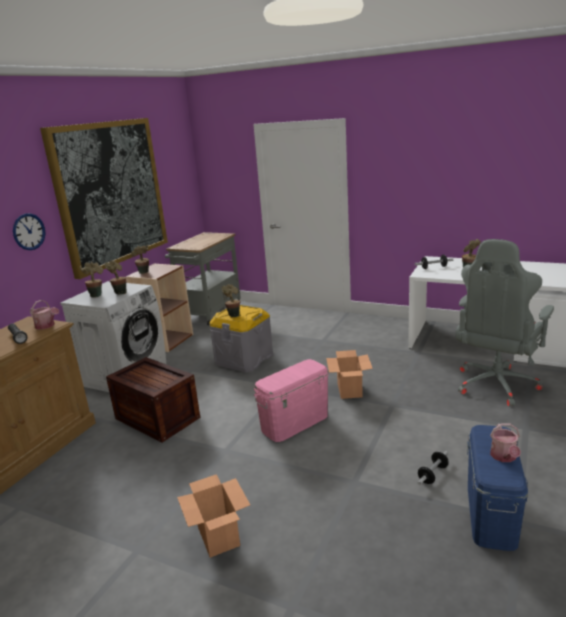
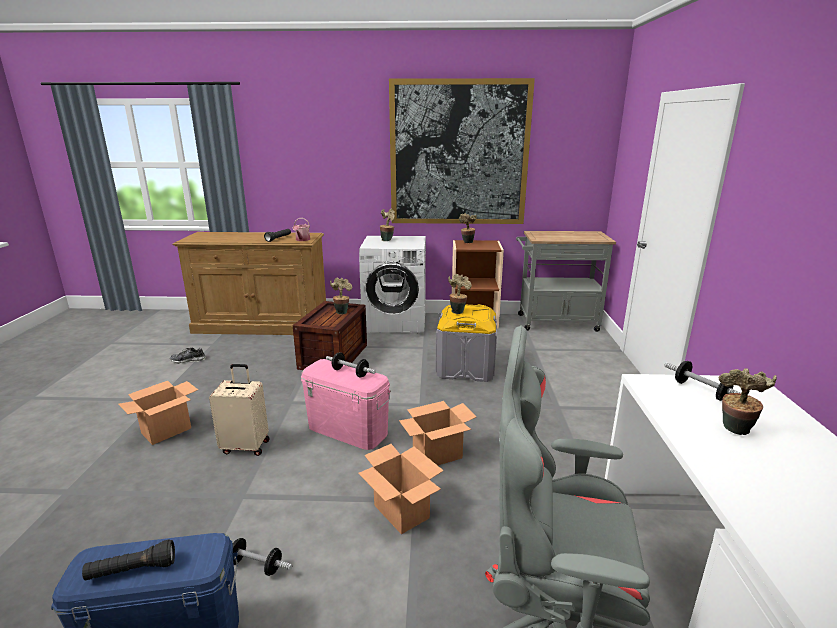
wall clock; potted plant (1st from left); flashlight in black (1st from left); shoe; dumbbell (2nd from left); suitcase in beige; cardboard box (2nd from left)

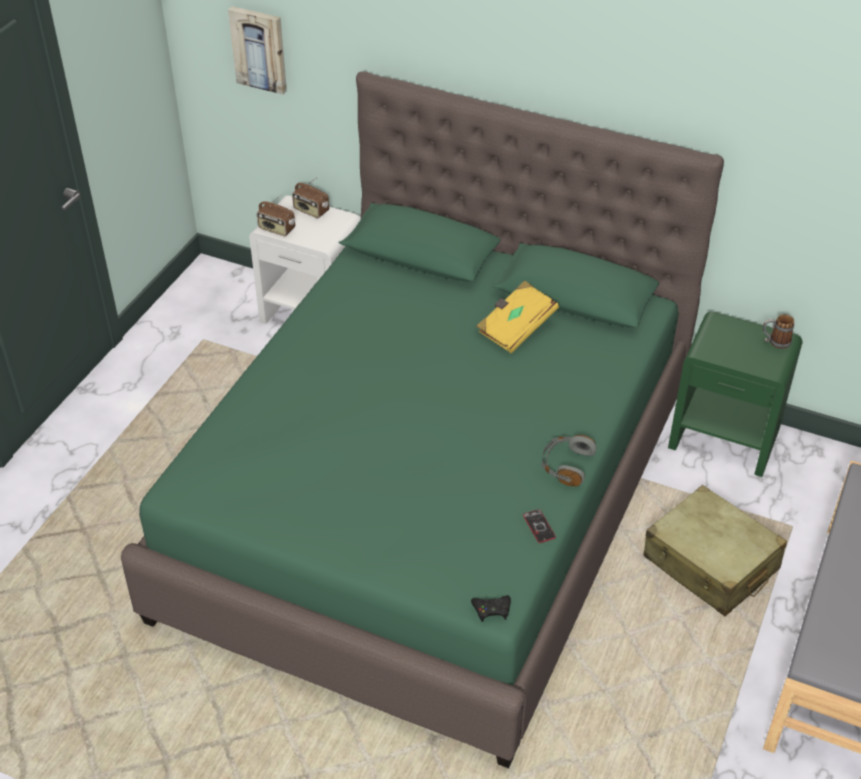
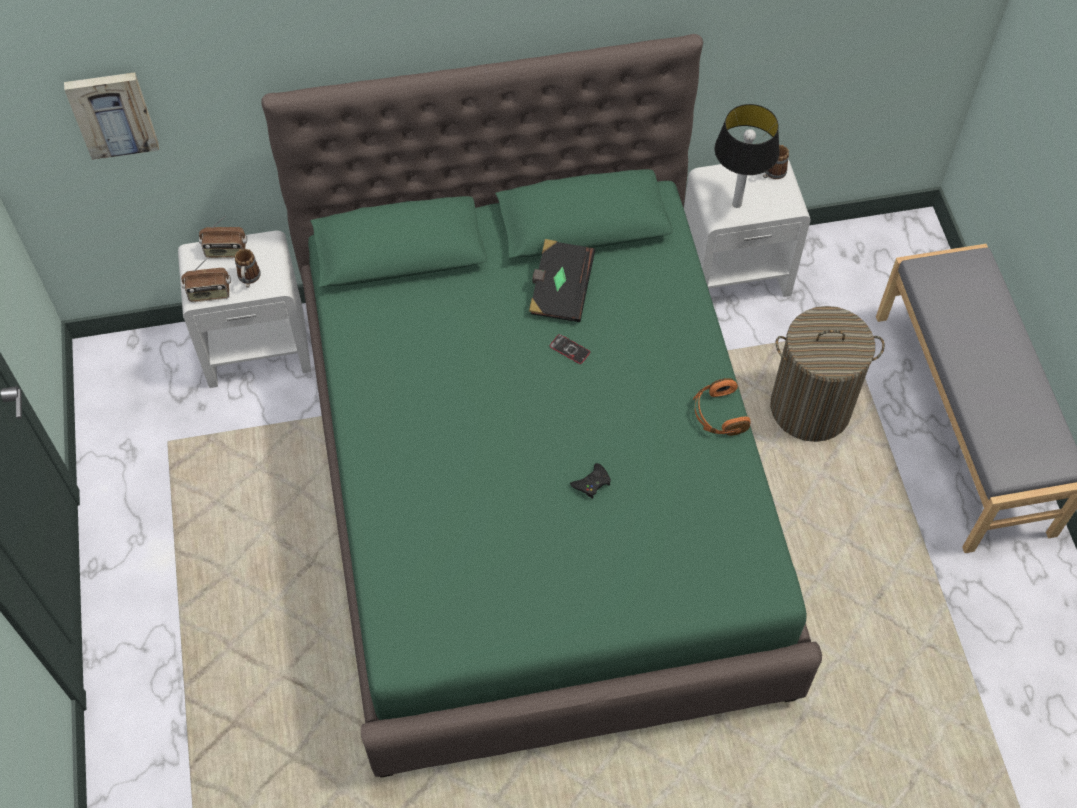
book in black; nightstand in white (2nd from left); headphones in orange; laundry basket; phone; game controller in black; table lamp; mug (1st from left)

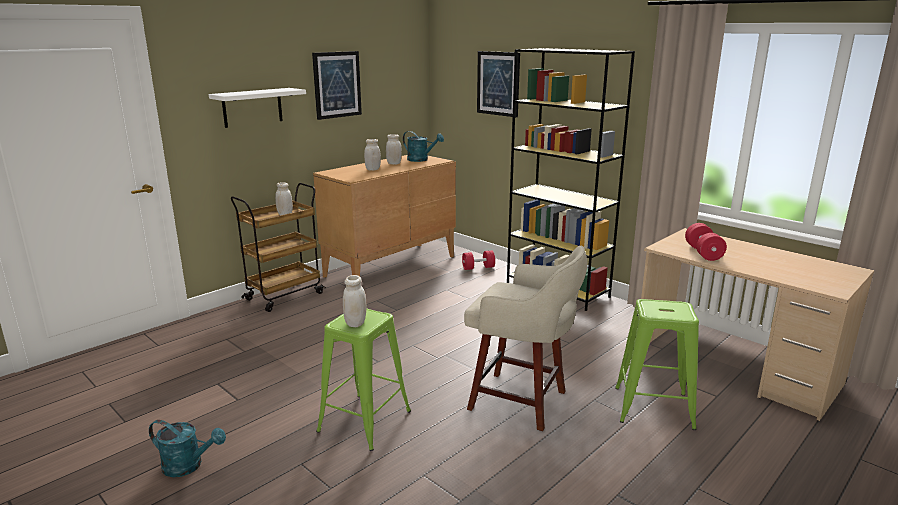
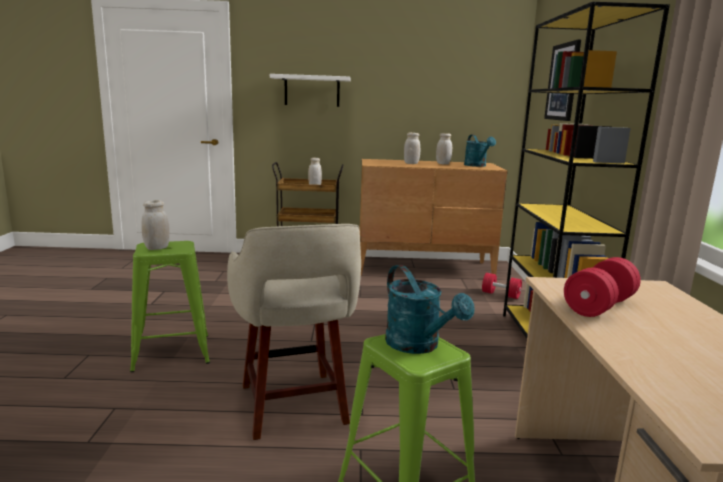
picture (1st from left in the first image); watering can in turquoise (1st from left)

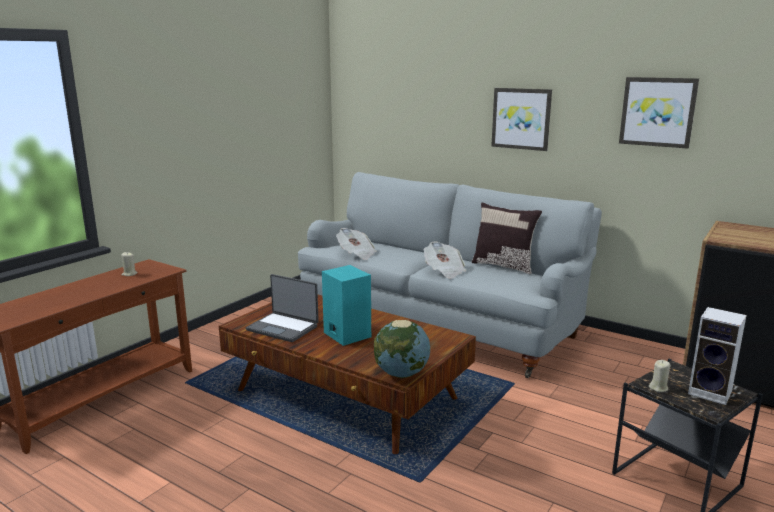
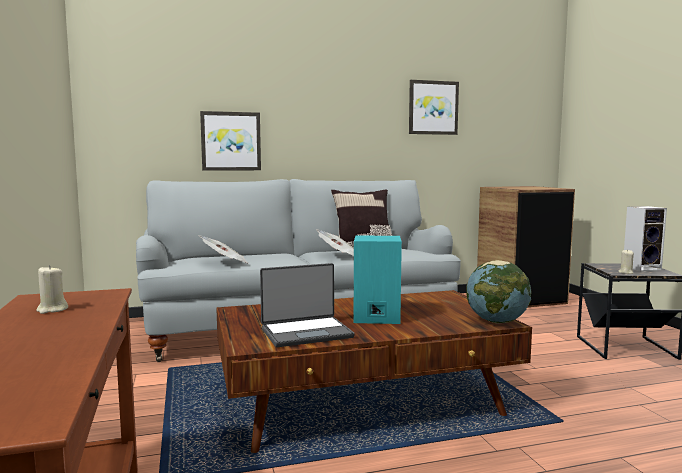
picture (1st from left)

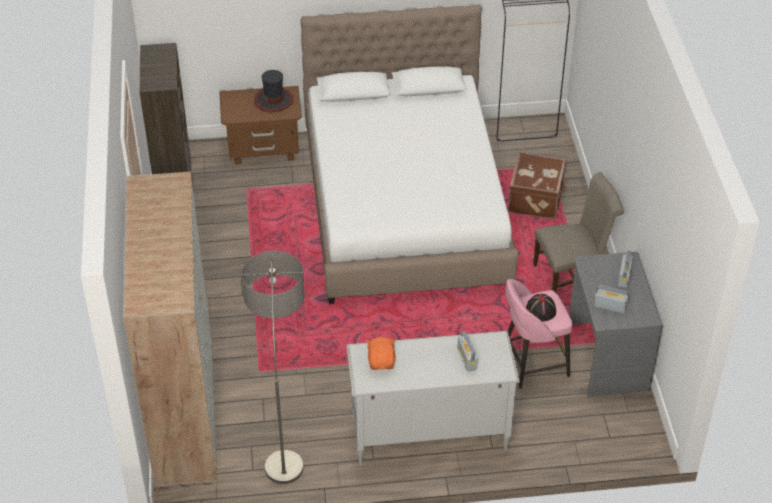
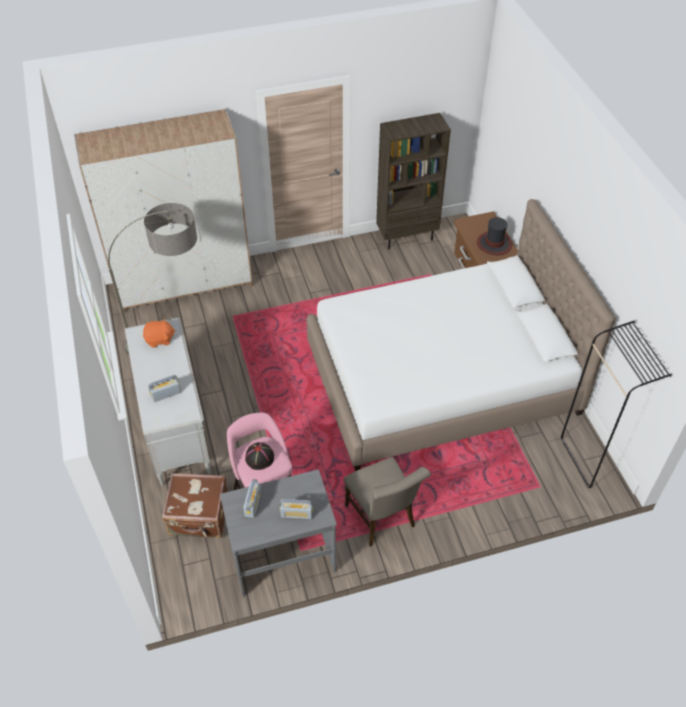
suitcase in brown

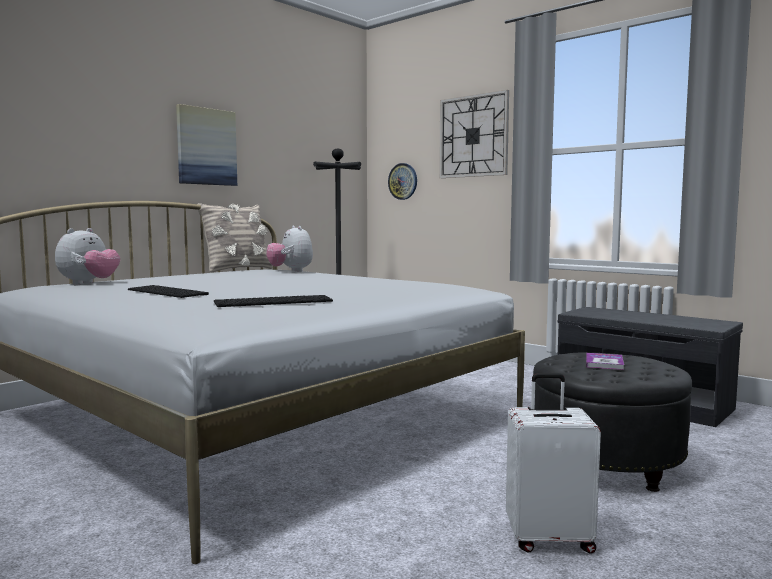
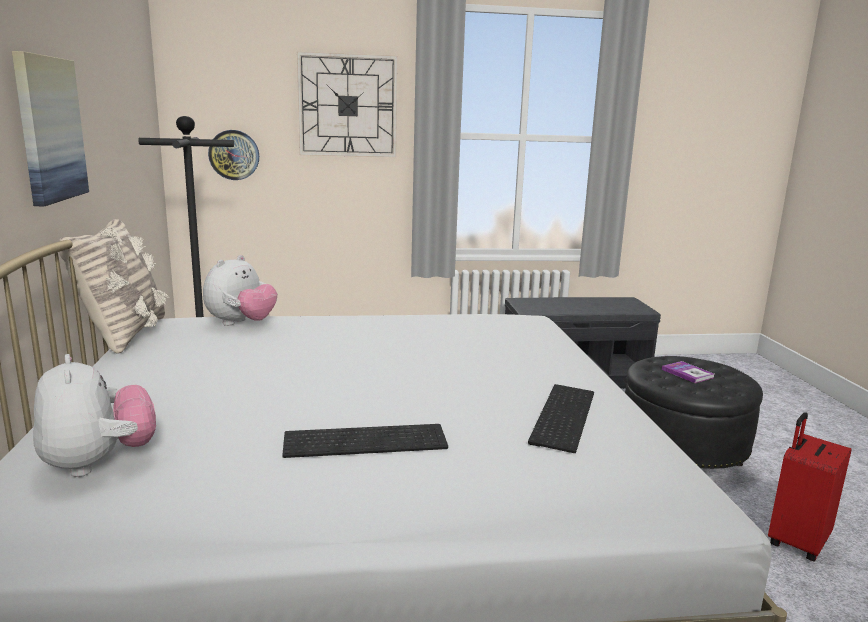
plush toy (2nd from left); suitcase in red

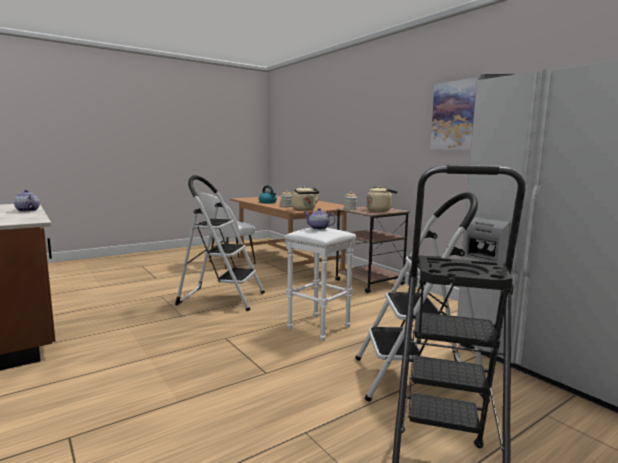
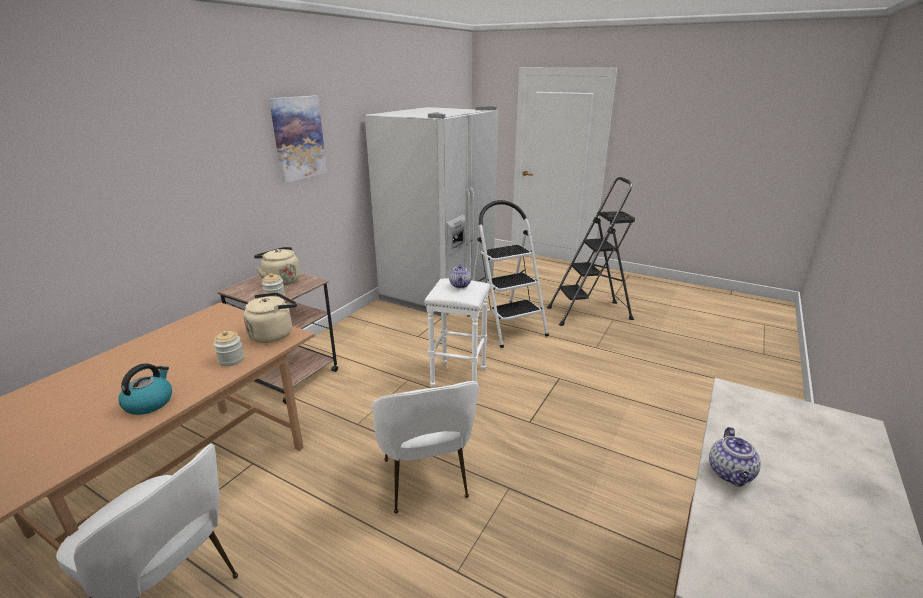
chair in white (2nd from left)

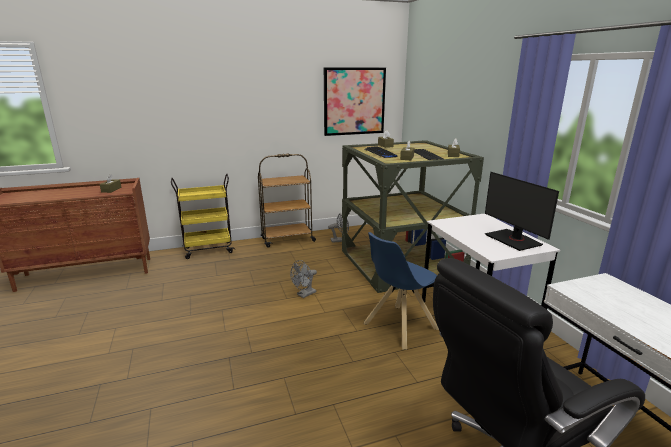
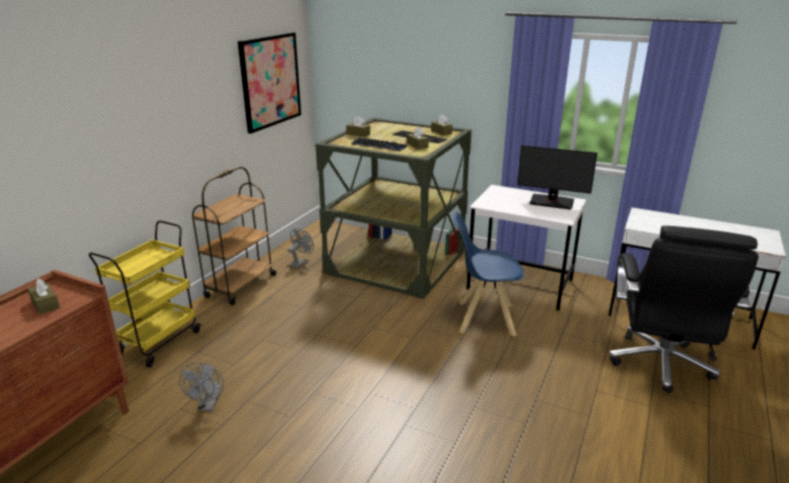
chair in blue; fan in grey (1st from left)

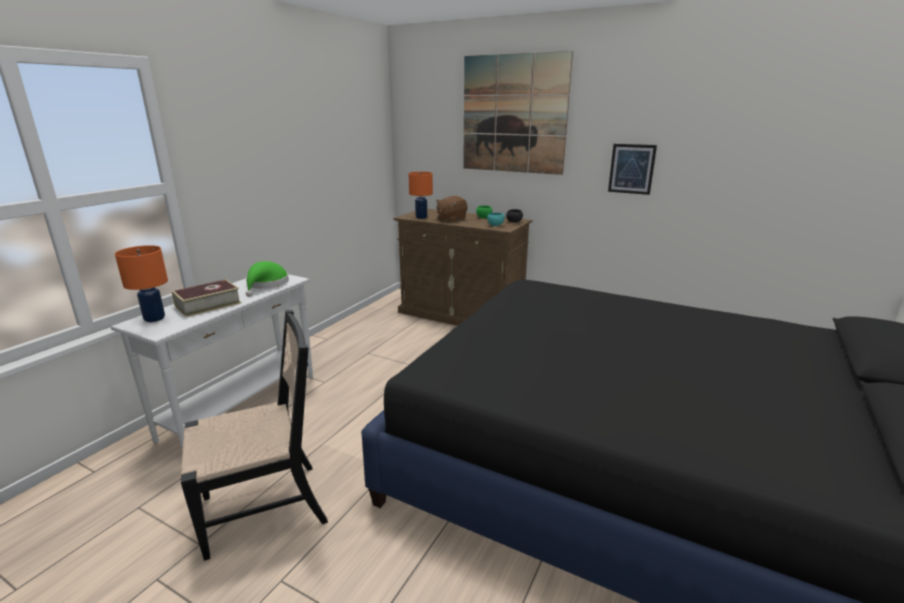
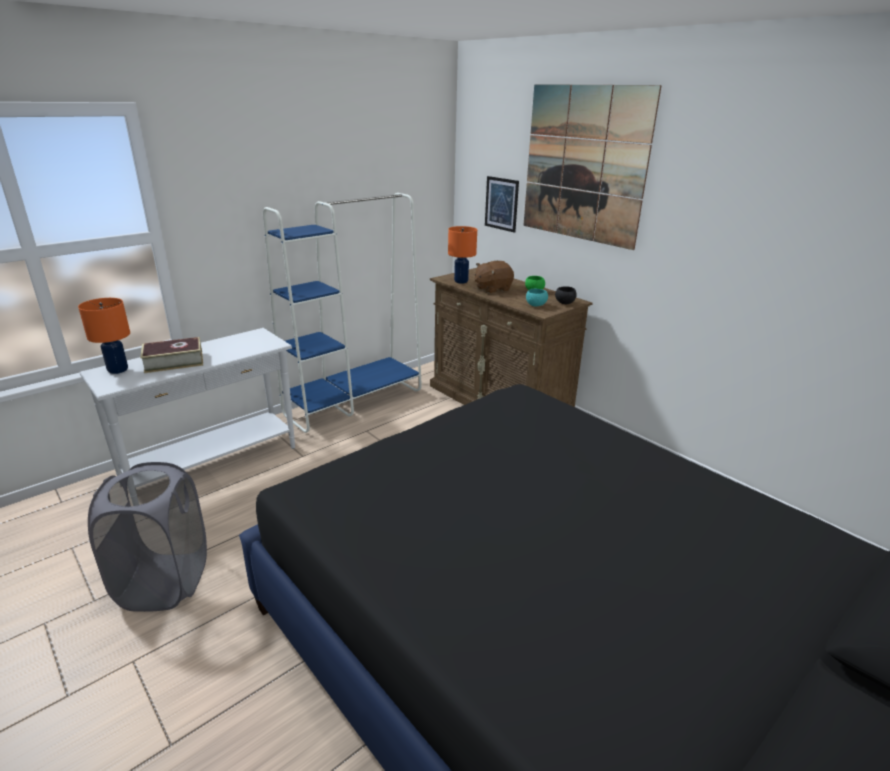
picture (1st from left); hat in green; laundry basket in grey; clothes rack in blue

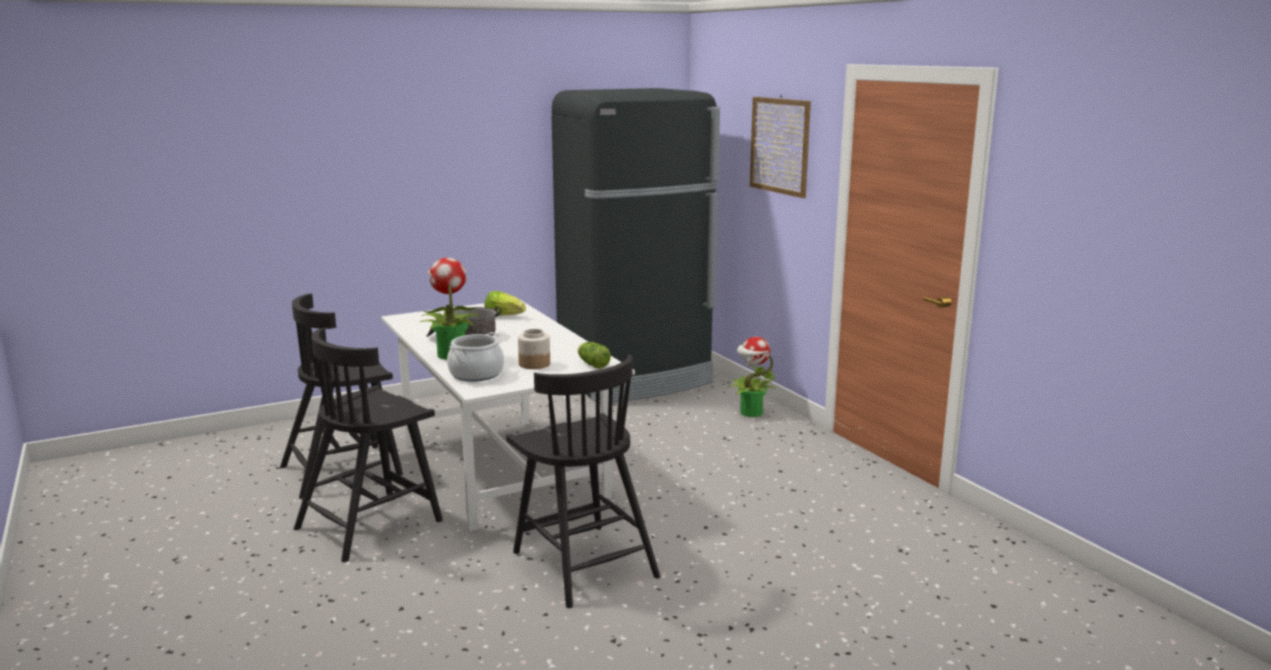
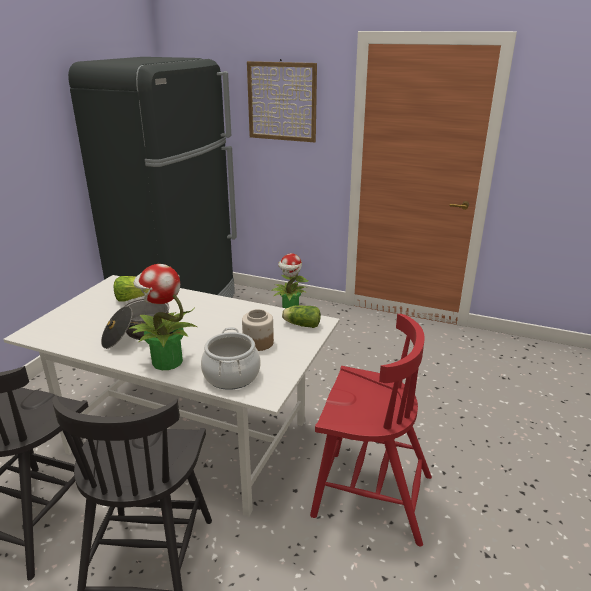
chair in red

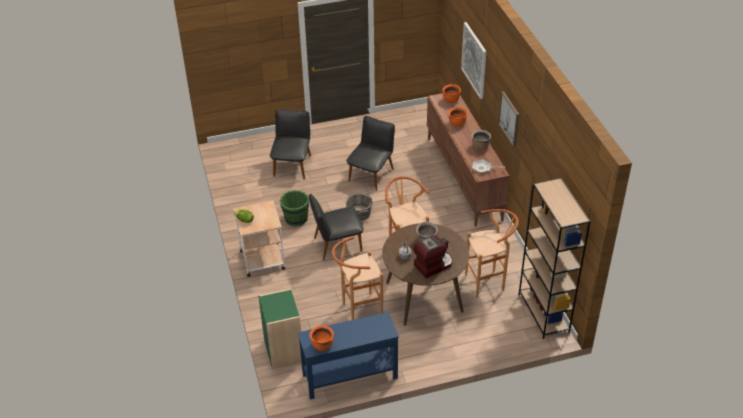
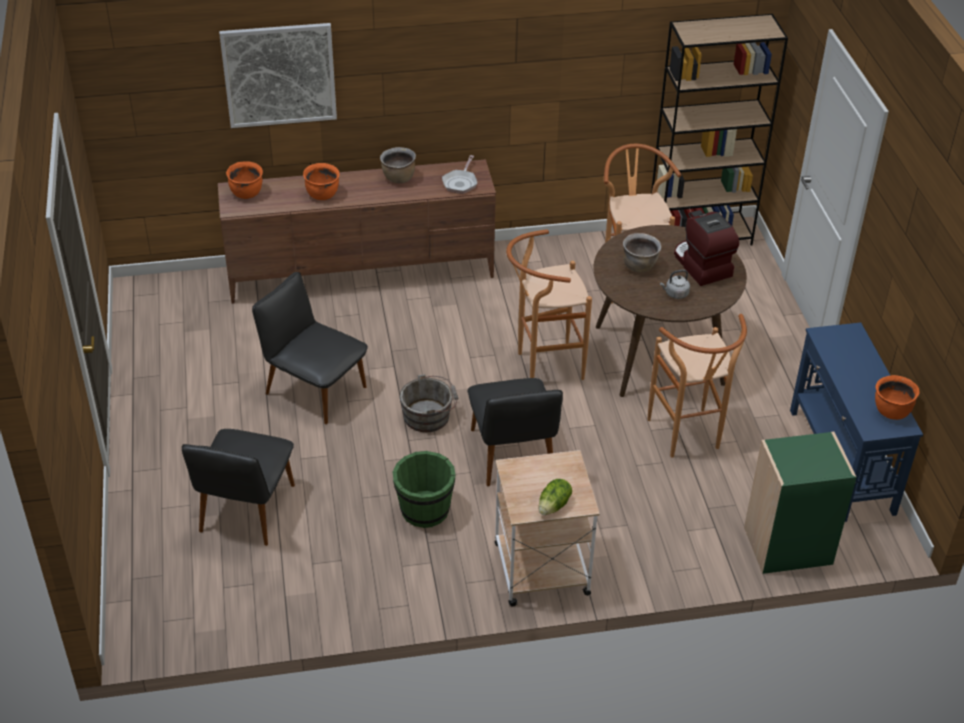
picture (2nd from left in the first image); chair in black (1st from left)

